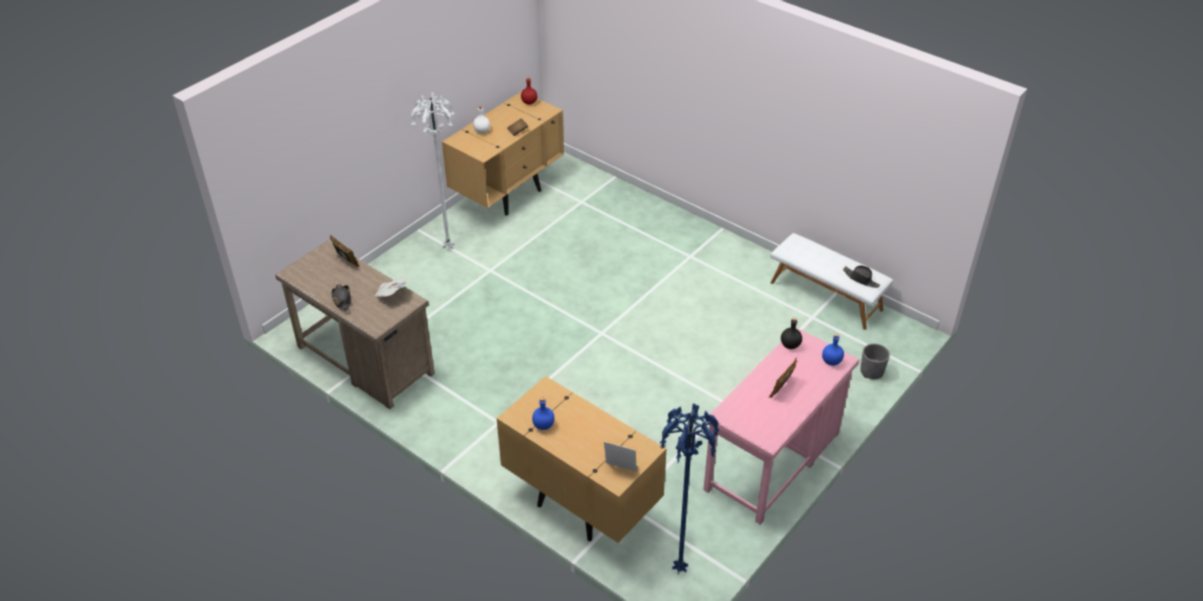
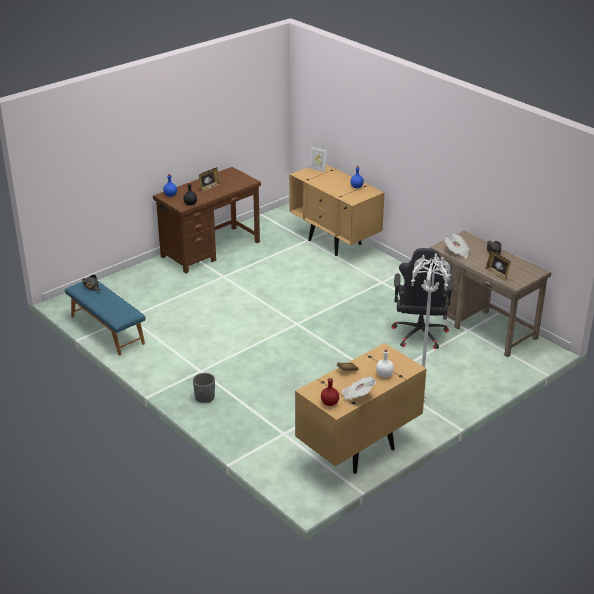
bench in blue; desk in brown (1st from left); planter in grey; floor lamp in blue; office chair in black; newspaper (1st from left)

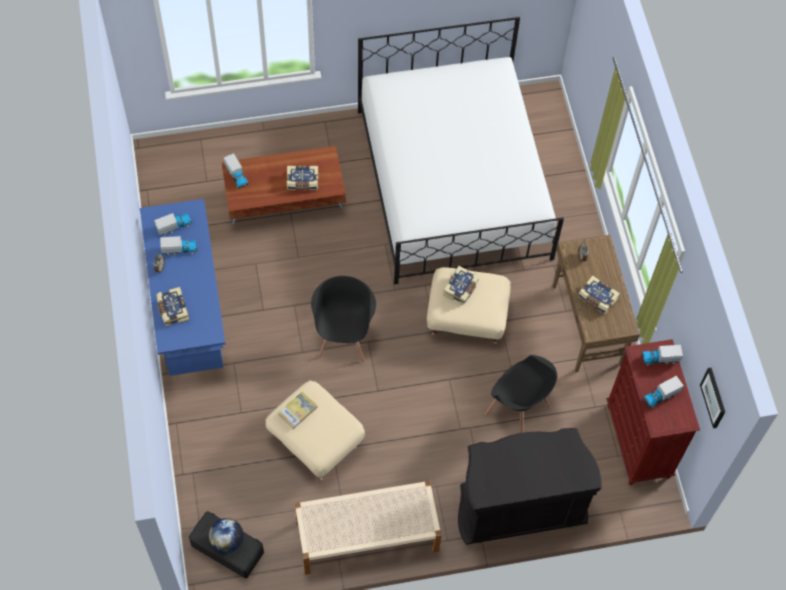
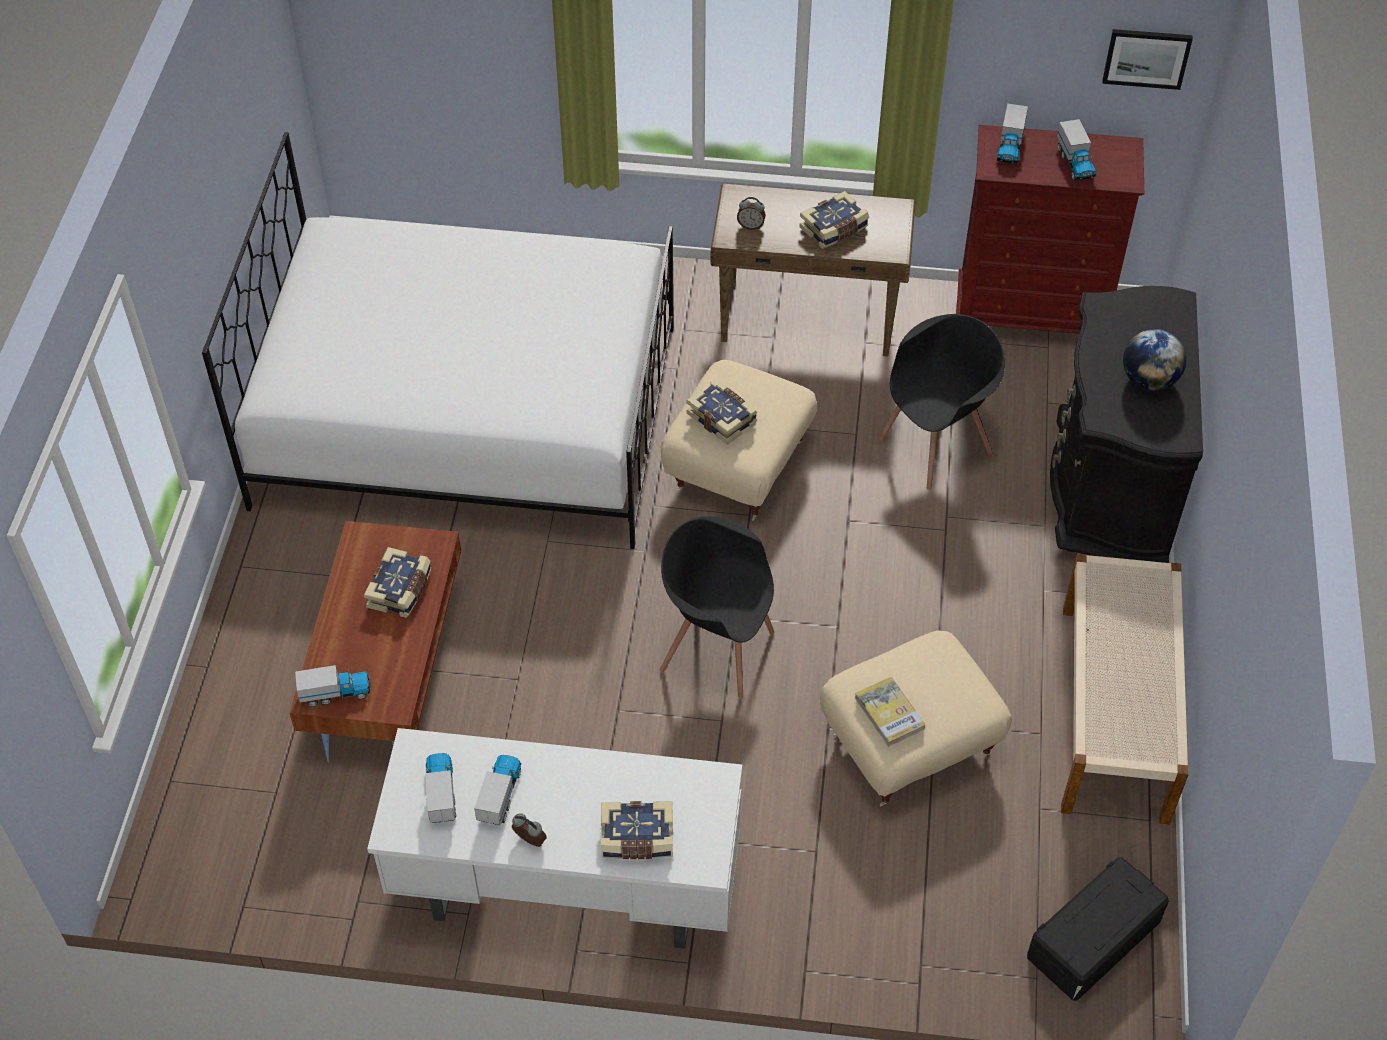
desk in white; globe

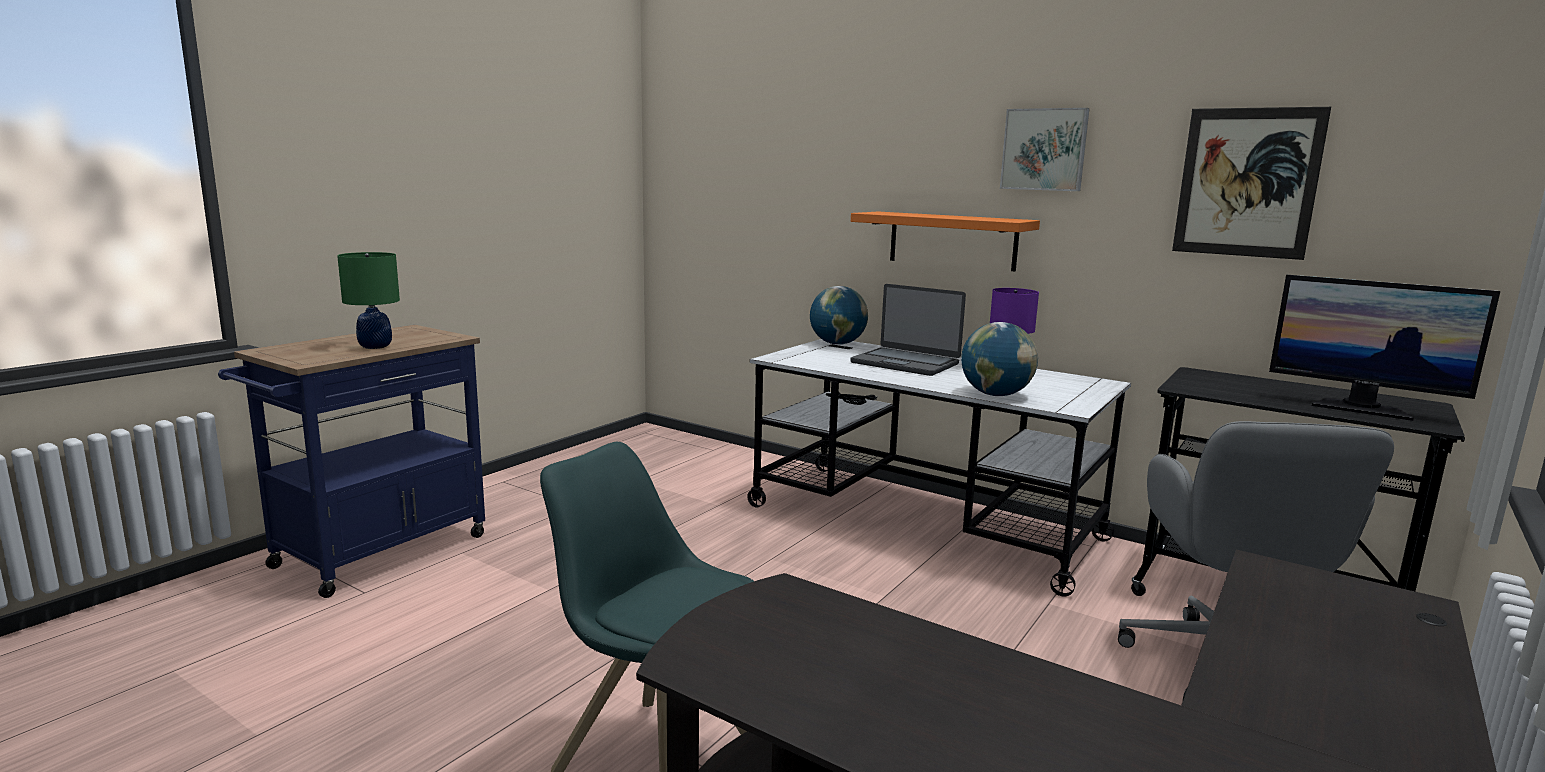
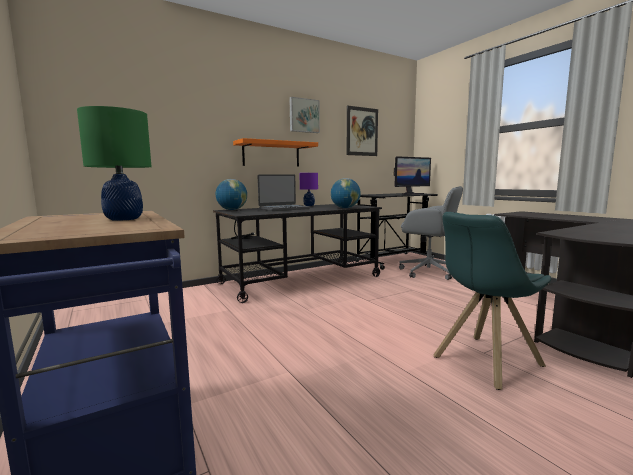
desk in black (1st from left)

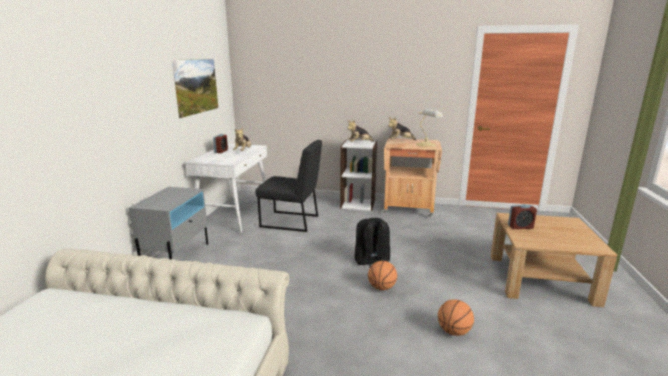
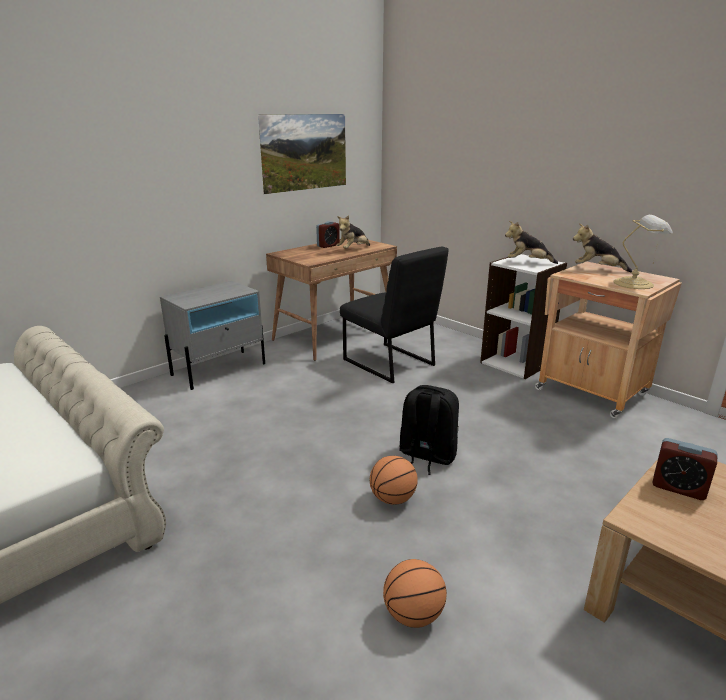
desk in brown

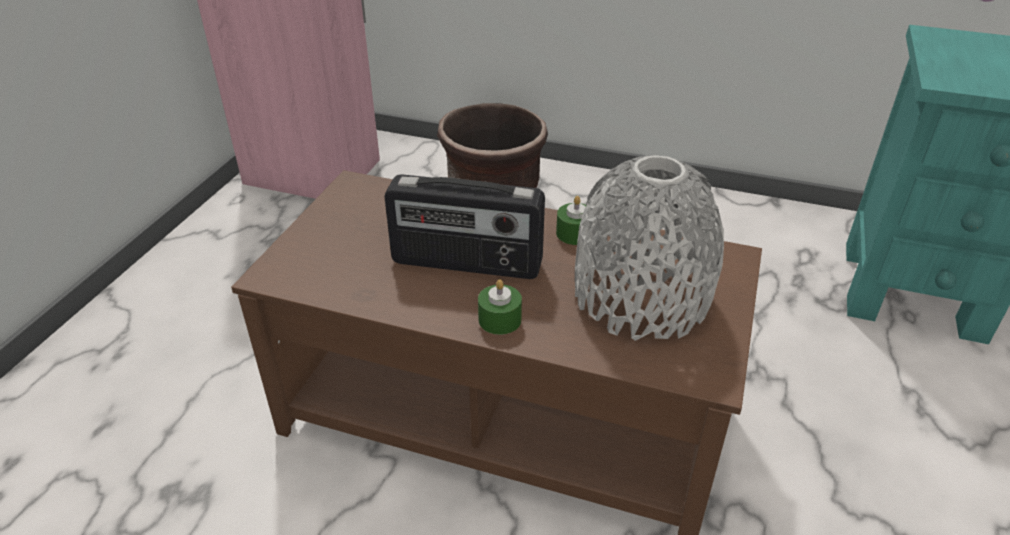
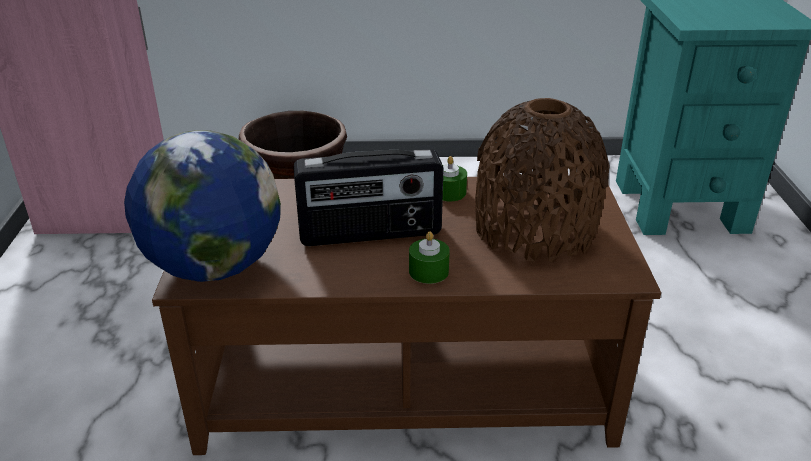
vase in brown; globe

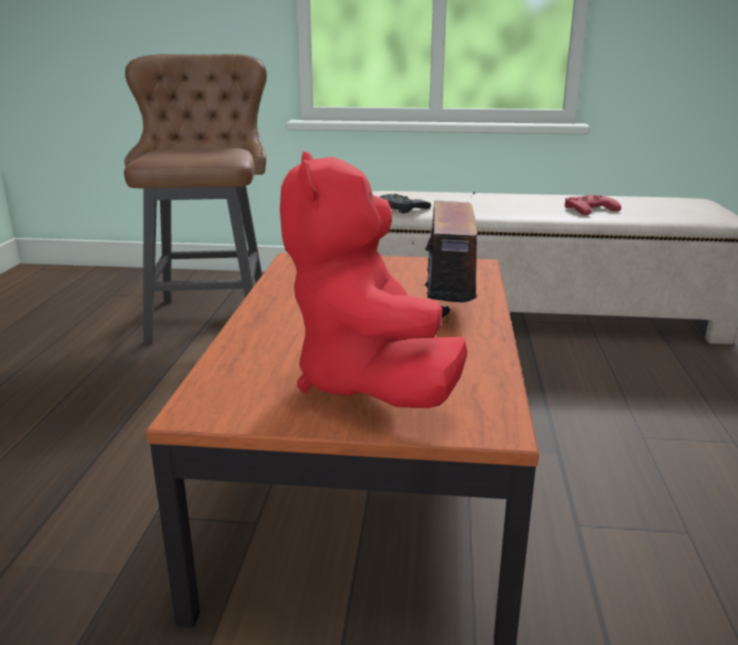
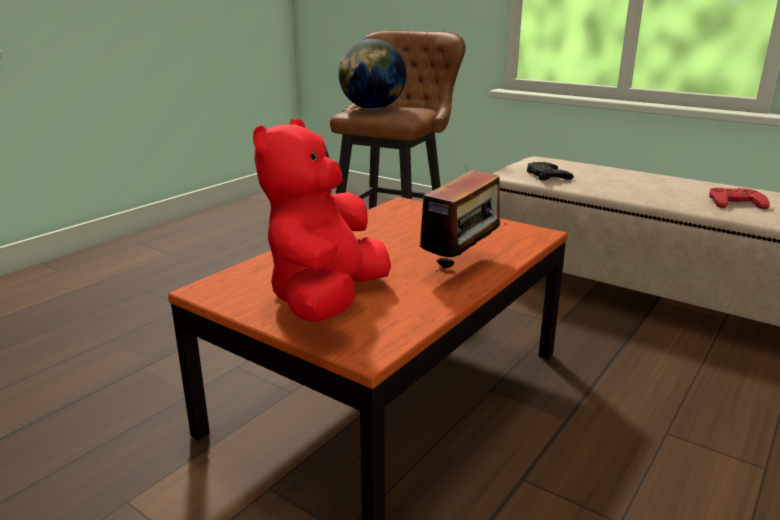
globe

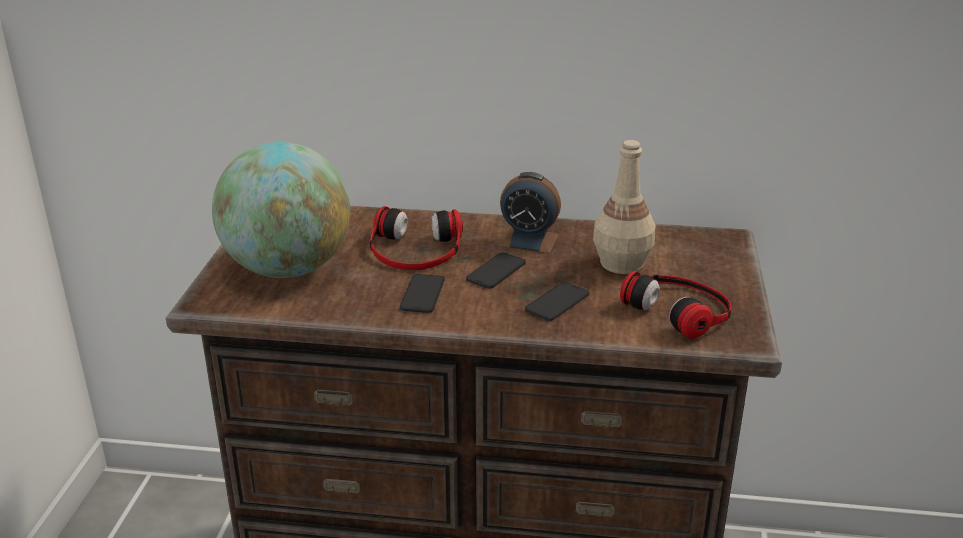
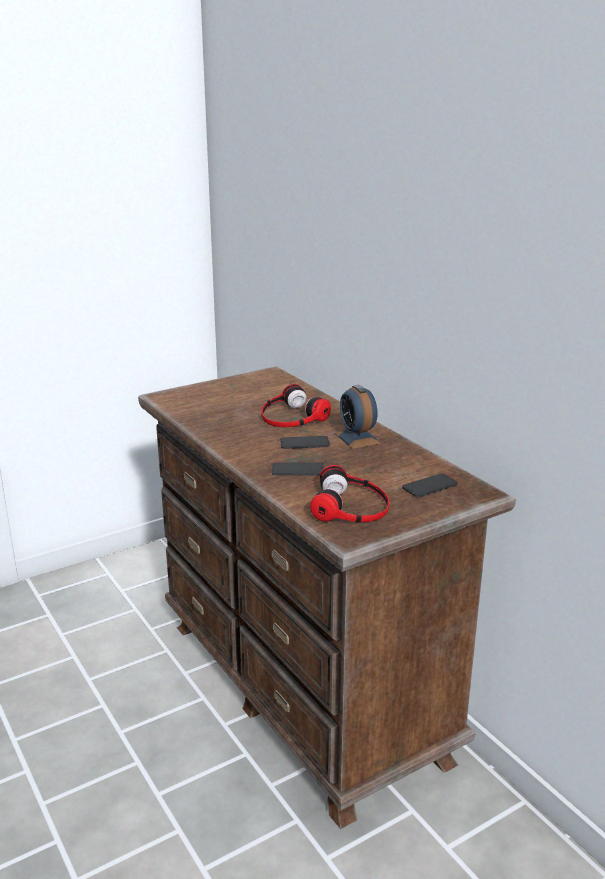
bottle in beige; globe; phone (3rd from left)

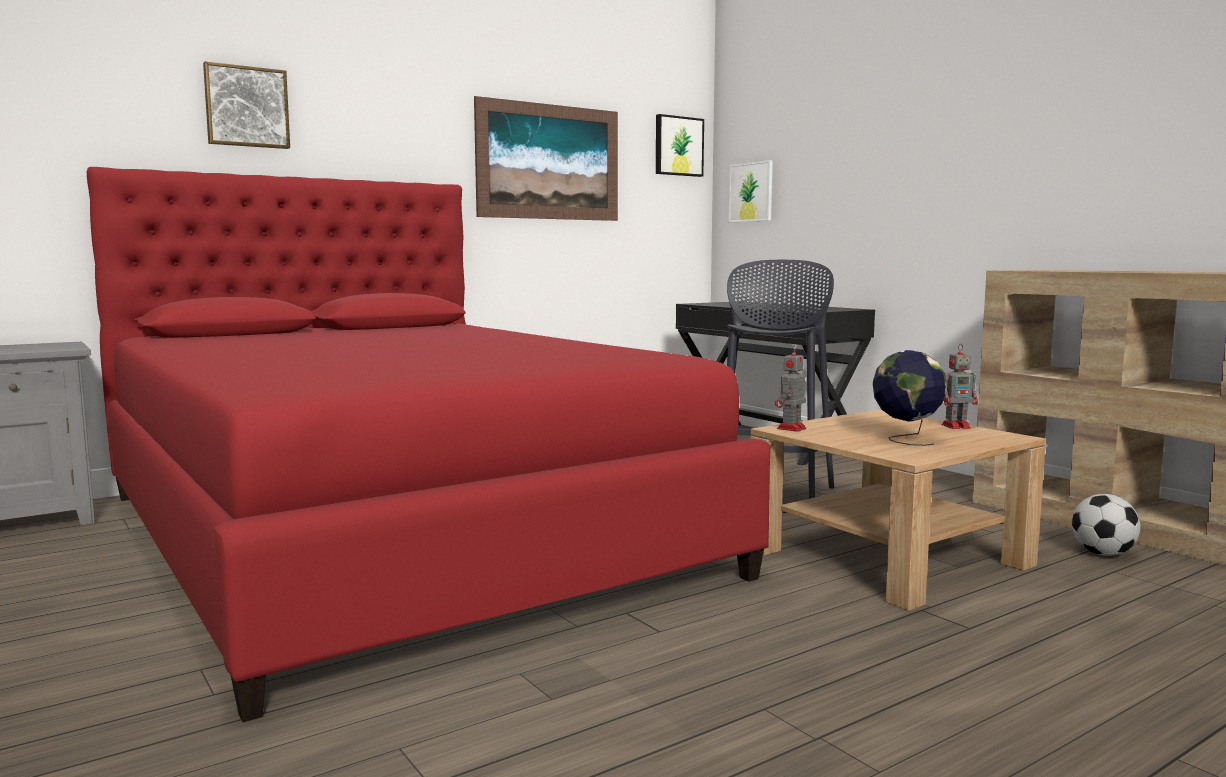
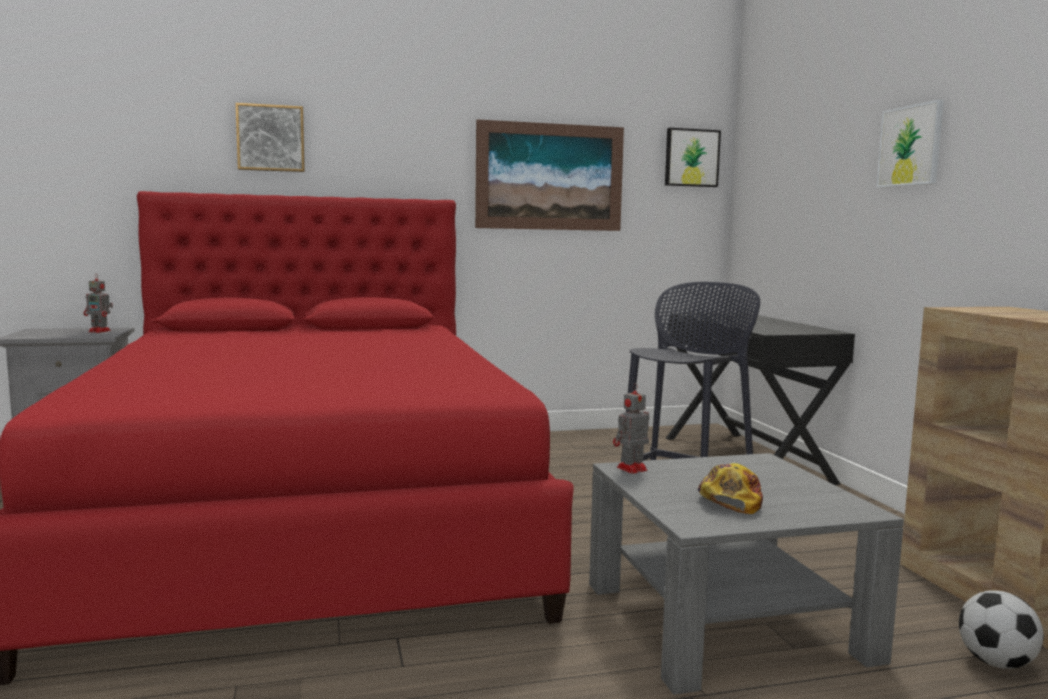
picture (4th from left); toy robot (1st from left); cap; coffee table in grey

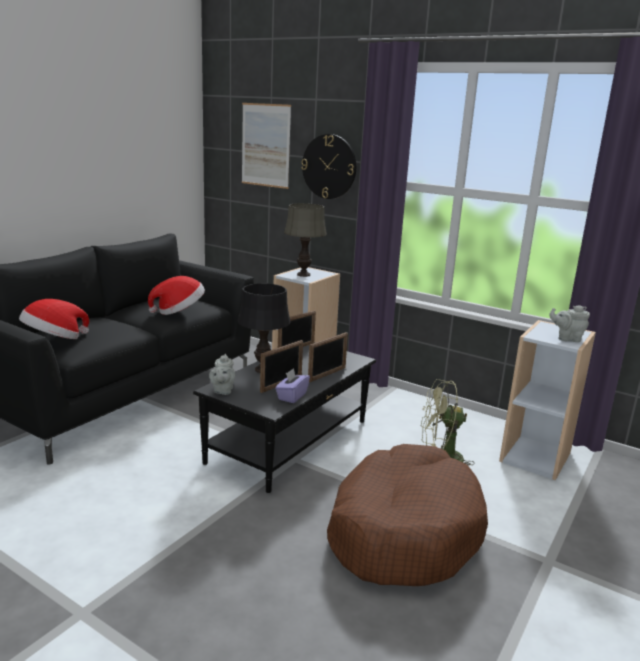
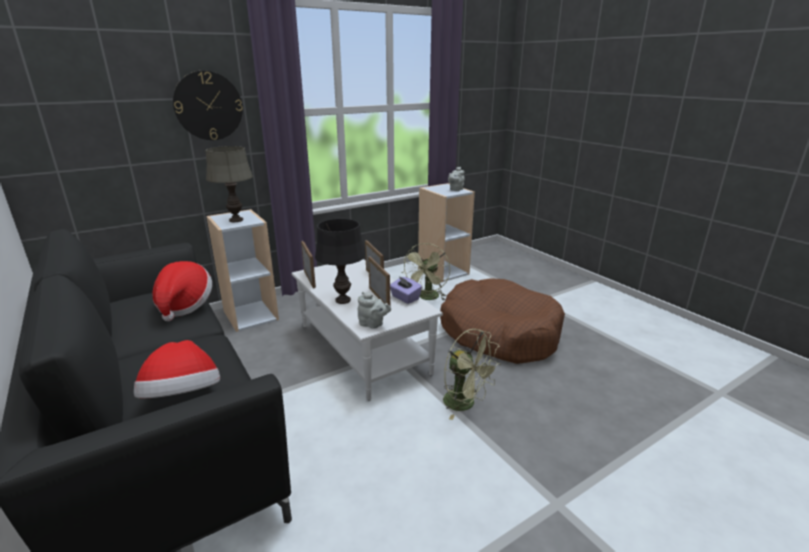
picture; coffee table in white; fan in green (2nd from left)

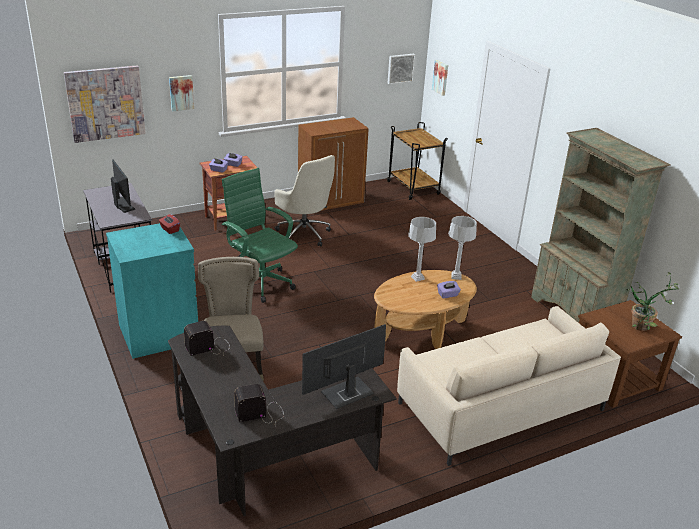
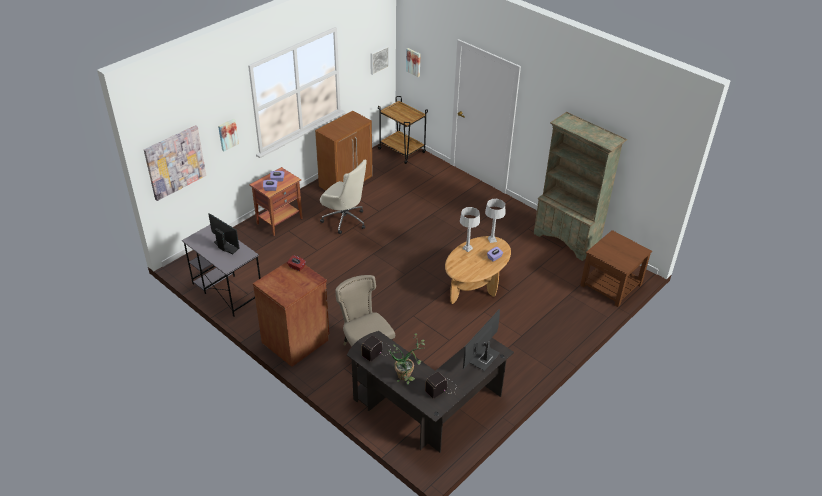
office chair in green; dresser in brown; potted plant; sofa in beige

